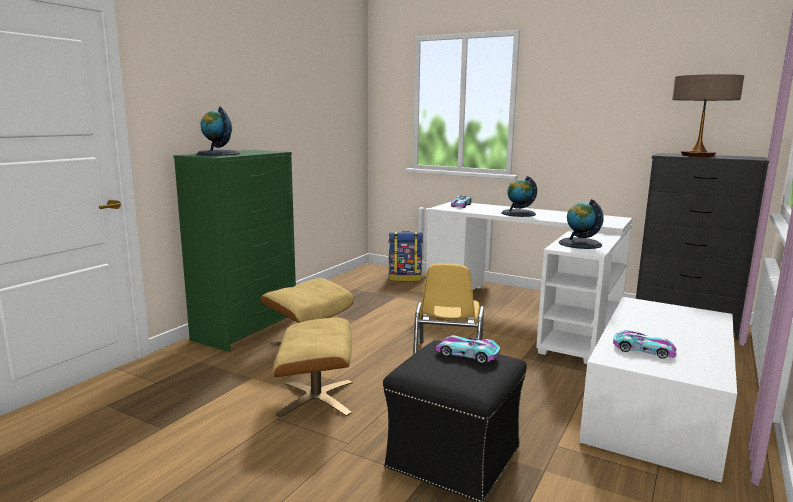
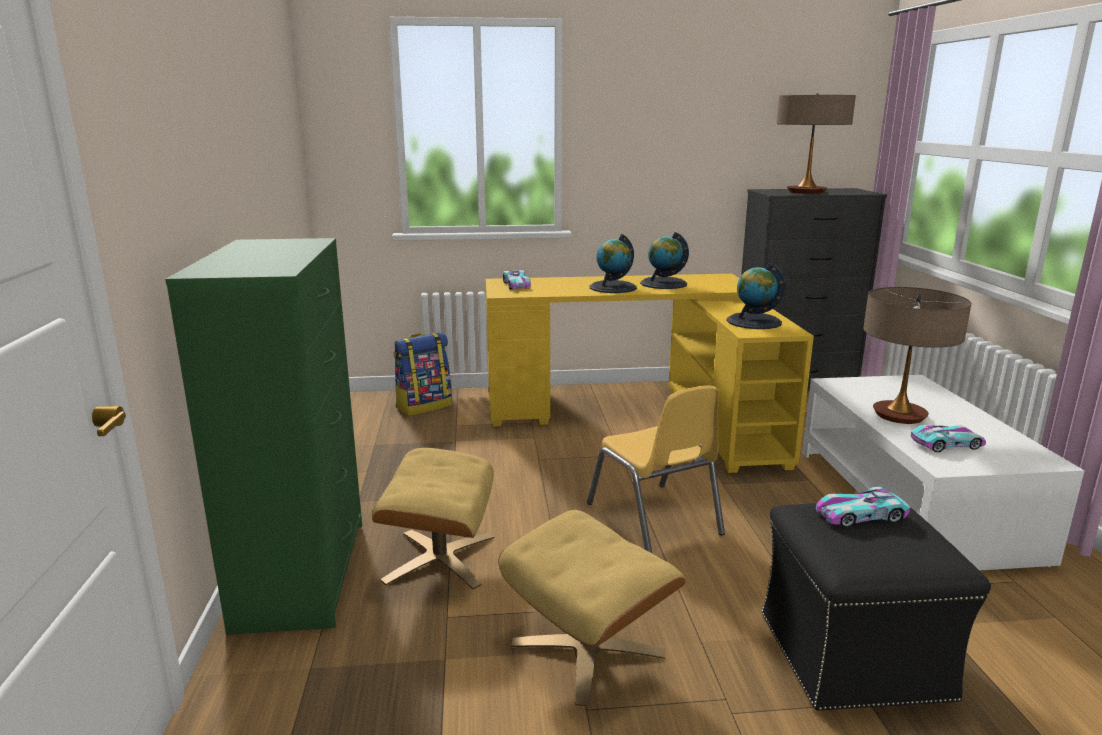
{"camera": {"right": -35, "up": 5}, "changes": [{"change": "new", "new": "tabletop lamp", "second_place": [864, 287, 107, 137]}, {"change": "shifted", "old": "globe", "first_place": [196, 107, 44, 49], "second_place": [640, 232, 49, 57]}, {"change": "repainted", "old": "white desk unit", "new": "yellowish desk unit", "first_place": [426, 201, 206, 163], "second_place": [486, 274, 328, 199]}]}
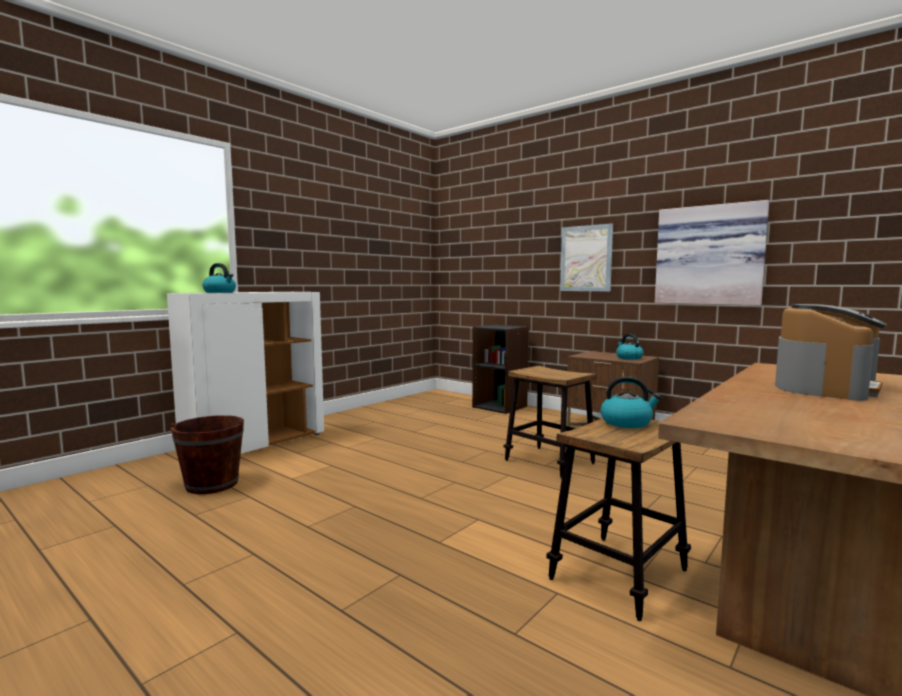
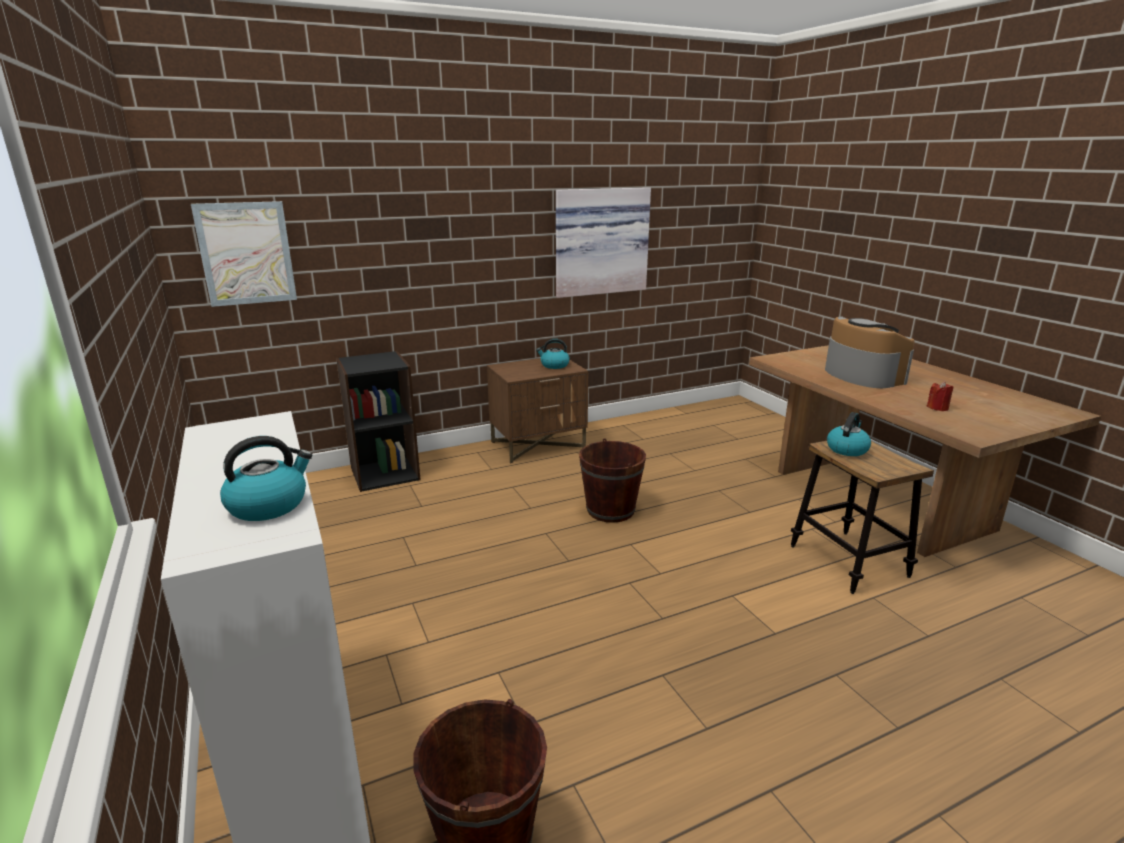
{"camera": {"right": -65, "up": 15}, "changes": [{"change": "new", "new": "red wax light", "second_place": [926, 382, 27, 29]}, {"change": "shifted", "old": "wall picture", "first_place": [560, 224, 53, 67], "second_place": [191, 201, 106, 106]}, {"change": "swapped", "old": "stool seat", "new": "brown-coloured water bucket", "first_place": [503, 366, 94, 113], "second_place": [579, 438, 67, 85]}]}
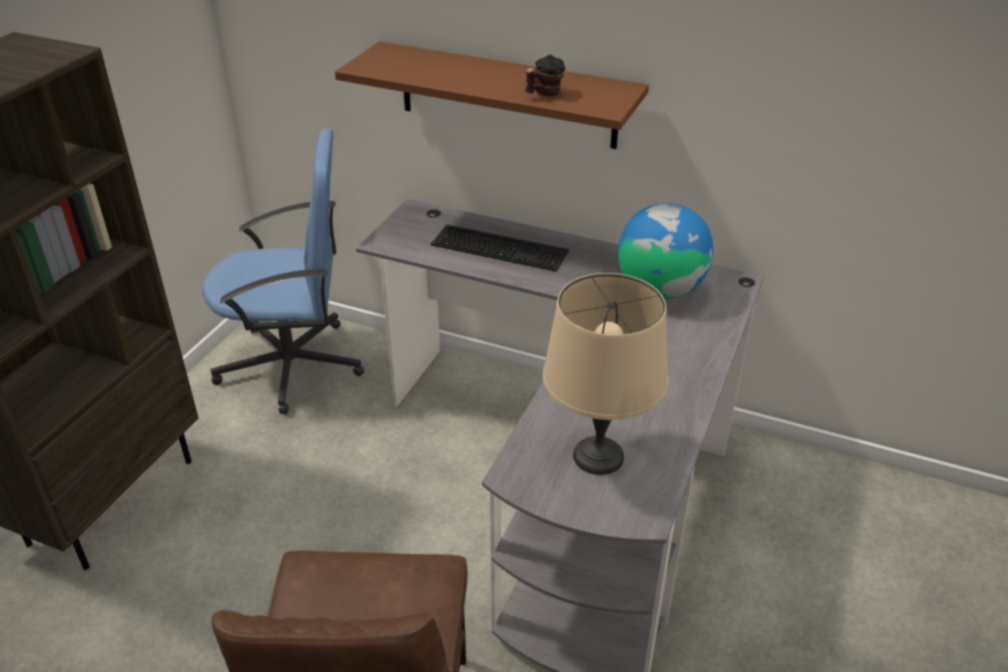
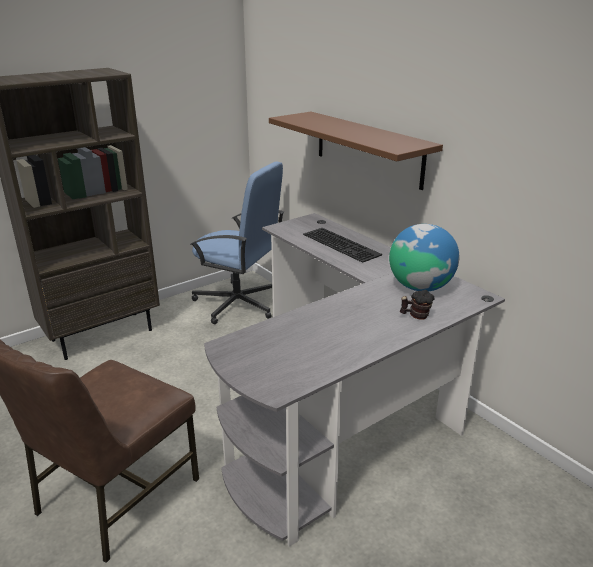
{"camera": {"right": 30, "up": -10}, "changes": [{"change": "gone", "old": "beige tabletop lamp", "first_place": [543, 273, 125, 202]}, {"change": "shifted", "old": "mug", "first_place": [525, 55, 40, 41], "second_place": [400, 290, 35, 30]}]}
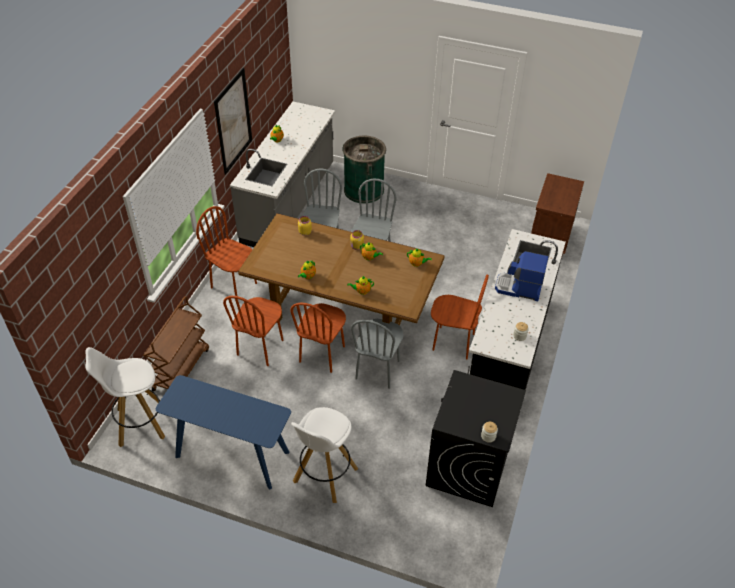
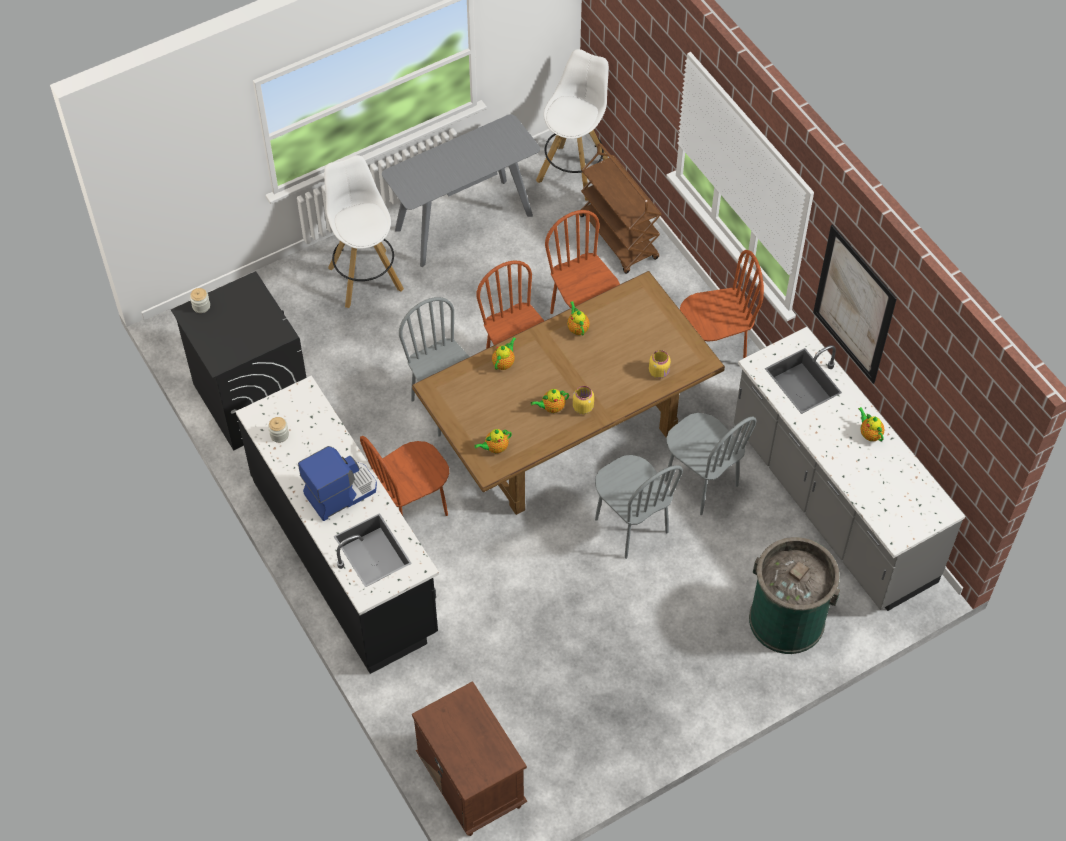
{"camera": {"right": 130, "up": 10}, "changes": [{"change": "repainted", "old": "blue hall table", "new": "grey hall table", "first_place": [156, 375, 135, 114], "second_place": [382, 114, 158, 153]}]}
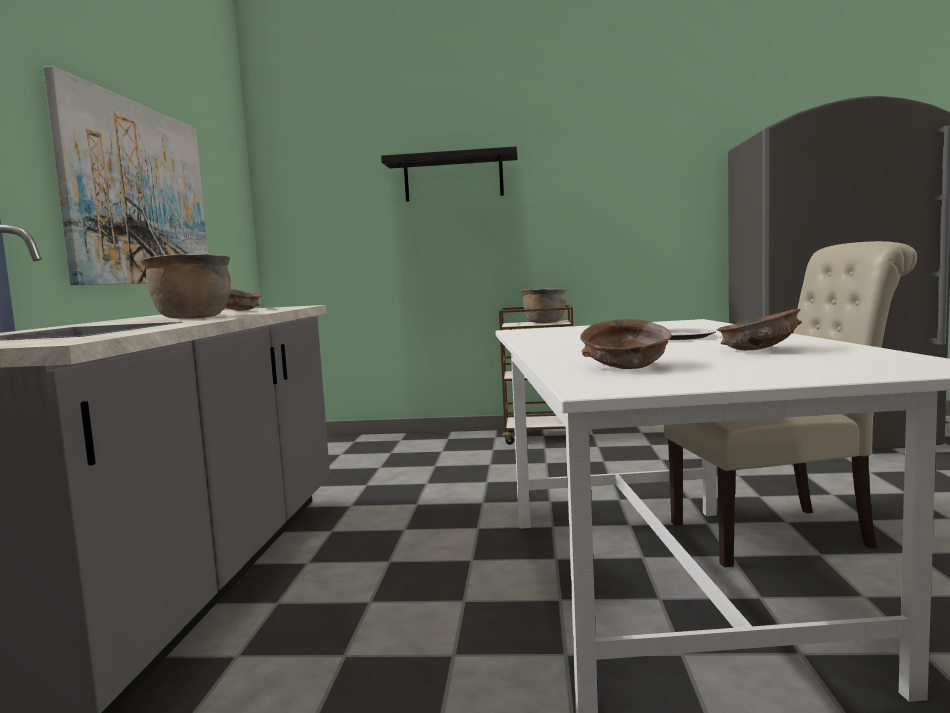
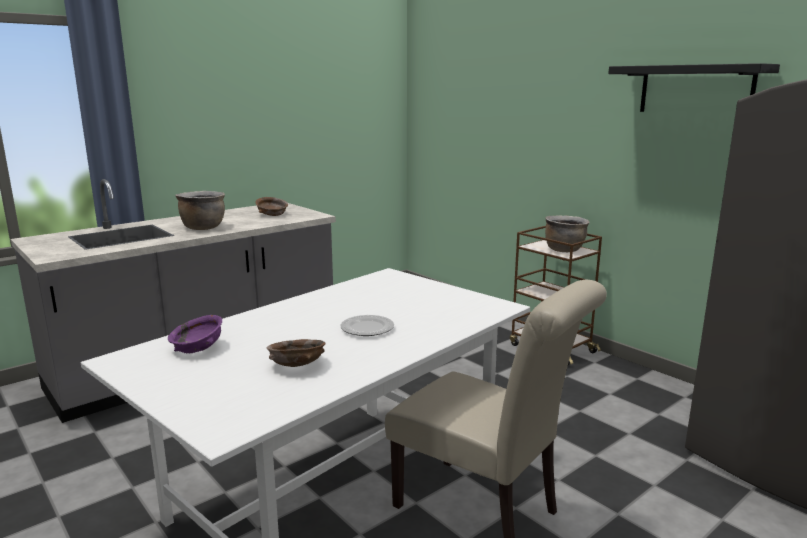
{"camera": {"right": 45, "up": 10}, "changes": [{"change": "gone", "old": "wall picture", "first_place": [43, 66, 165, 219]}, {"change": "shifted", "old": "black wall shelf", "first_place": [381, 146, 136, 56], "second_place": [608, 63, 172, 49]}, {"change": "repainted", "old": "brown-coloured deep dish", "new": "purplish deep dish", "first_place": [580, 319, 92, 50], "second_place": [168, 315, 54, 38]}]}
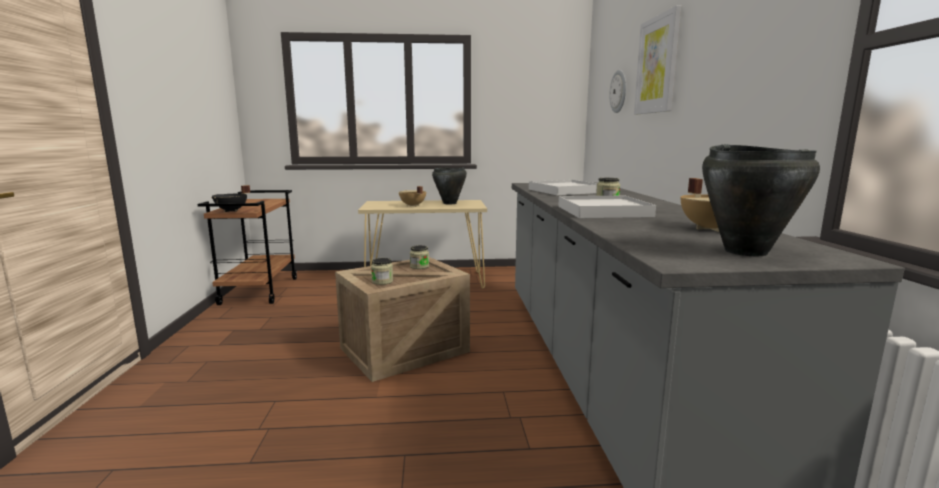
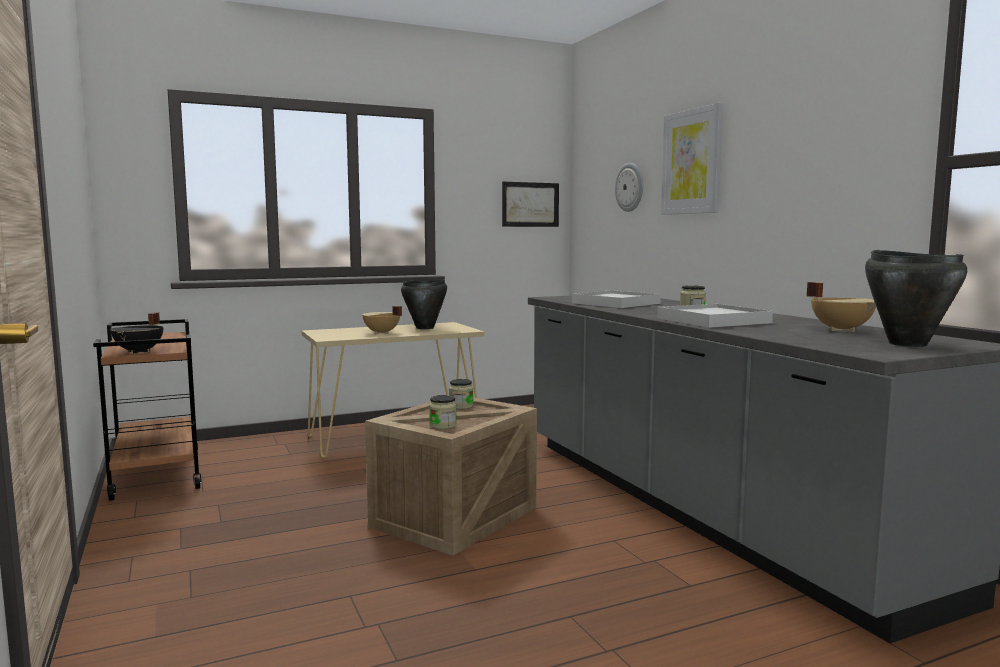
{"camera": {"right": -20, "up": -5}, "changes": [{"change": "new", "new": "wall picture", "second_place": [502, 182, 57, 45]}]}
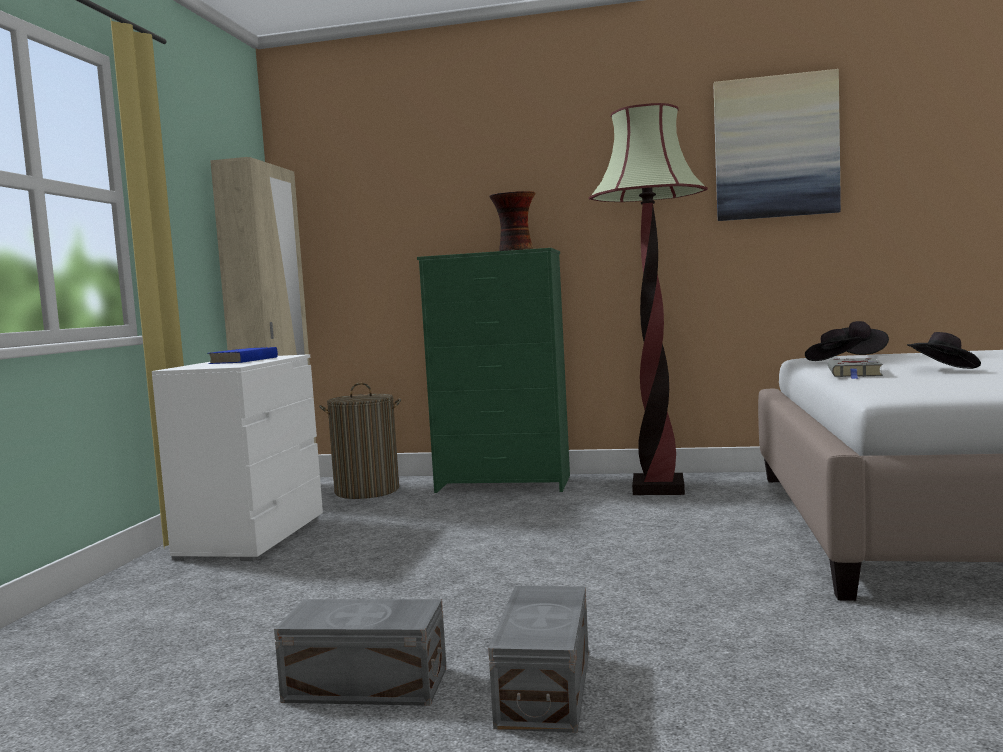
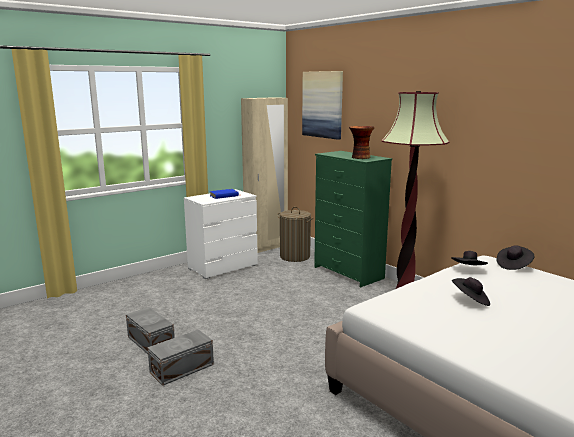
{"camera": {"right": 40, "up": 10}, "changes": [{"change": "gone", "old": "grey book", "first_place": [828, 358, 55, 21]}, {"change": "shifted", "old": "wall picture", "first_place": [714, 69, 127, 152], "second_place": [302, 71, 41, 69]}]}
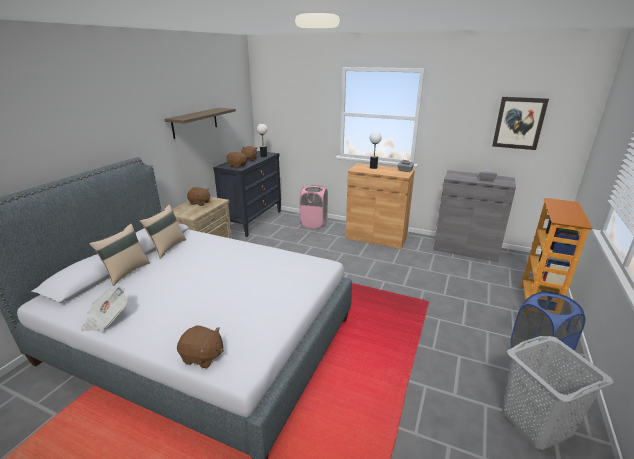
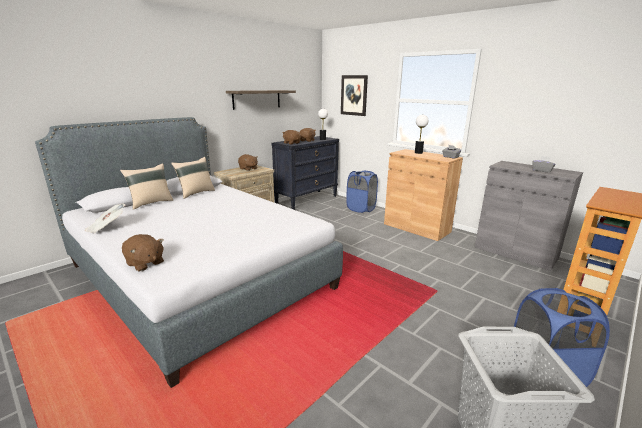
{"camera": {"right": 20, "up": -5}, "changes": [{"change": "shifted", "old": "wall picture", "first_place": [492, 97, 57, 53], "second_place": [341, 75, 27, 41]}, {"change": "repainted", "old": "pink-coloured laundry basket", "new": "blue laundry basket", "first_place": [300, 185, 28, 44], "second_place": [346, 171, 32, 42]}]}
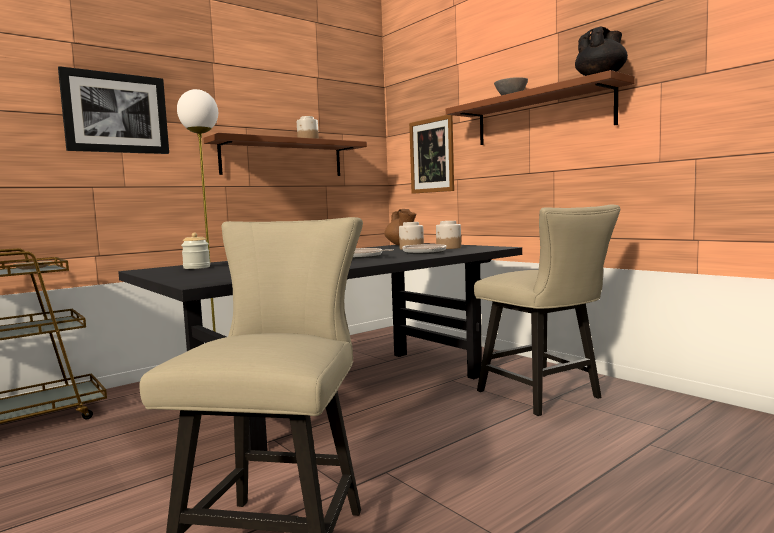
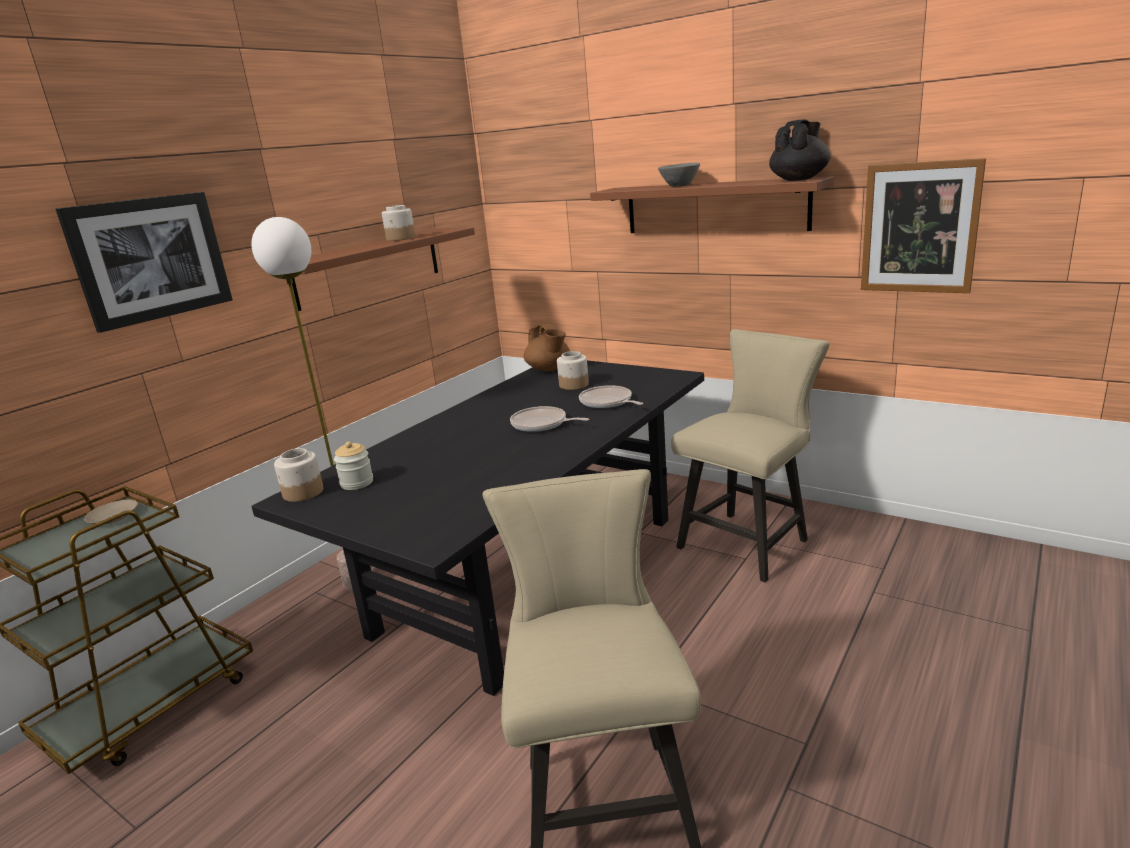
{"camera": {"right": -15, "up": 15}, "changes": [{"change": "shifted", "old": "wall picture", "first_place": [409, 115, 45, 79], "second_place": [861, 158, 125, 135]}, {"change": "shifted", "old": "storage jar", "first_place": [436, 221, 25, 28], "second_place": [274, 448, 50, 54]}, {"change": "rotated", "old": "beige plain chair", "first_place": [474, 205, 146, 211], "second_place": [671, 329, 158, 254], "degrees": -90}]}
